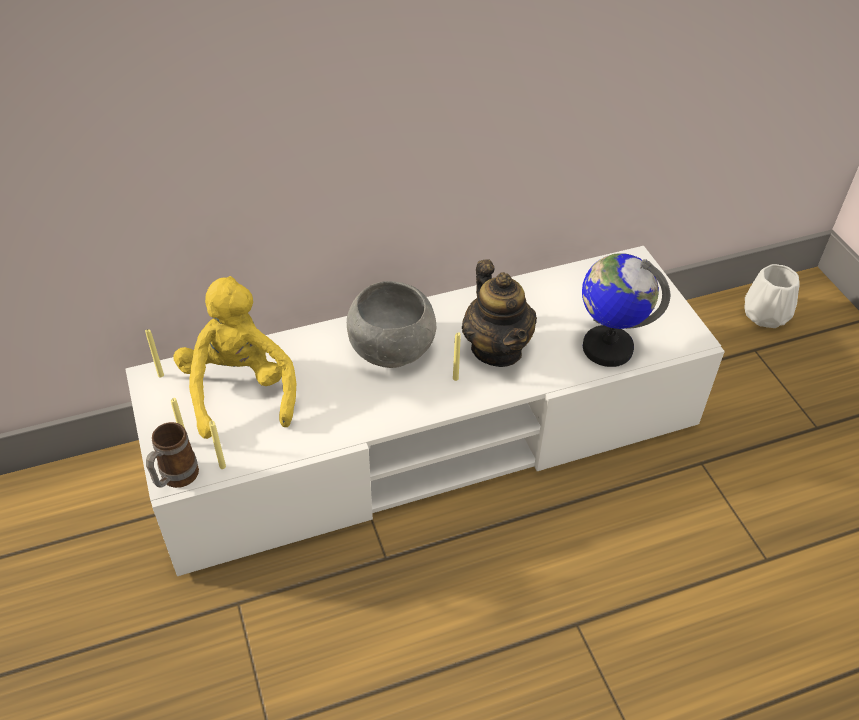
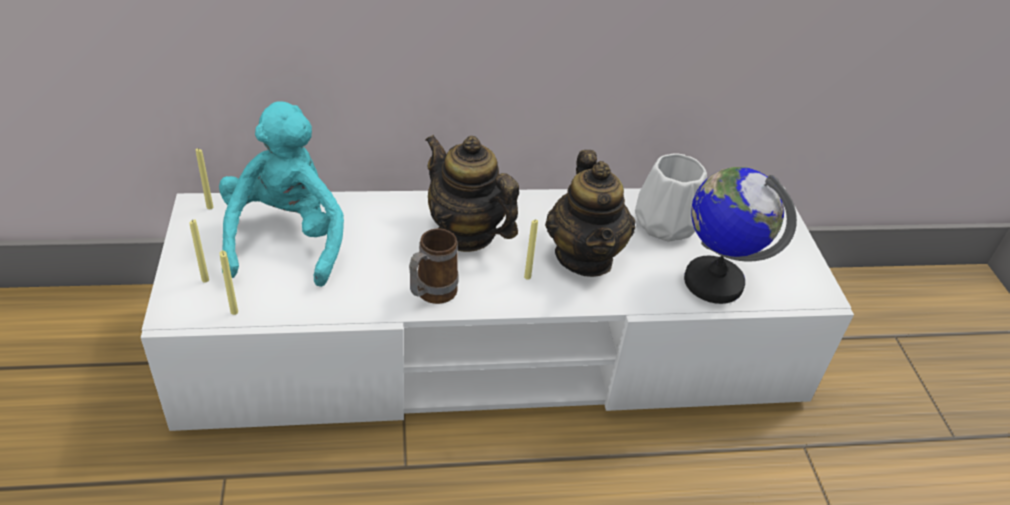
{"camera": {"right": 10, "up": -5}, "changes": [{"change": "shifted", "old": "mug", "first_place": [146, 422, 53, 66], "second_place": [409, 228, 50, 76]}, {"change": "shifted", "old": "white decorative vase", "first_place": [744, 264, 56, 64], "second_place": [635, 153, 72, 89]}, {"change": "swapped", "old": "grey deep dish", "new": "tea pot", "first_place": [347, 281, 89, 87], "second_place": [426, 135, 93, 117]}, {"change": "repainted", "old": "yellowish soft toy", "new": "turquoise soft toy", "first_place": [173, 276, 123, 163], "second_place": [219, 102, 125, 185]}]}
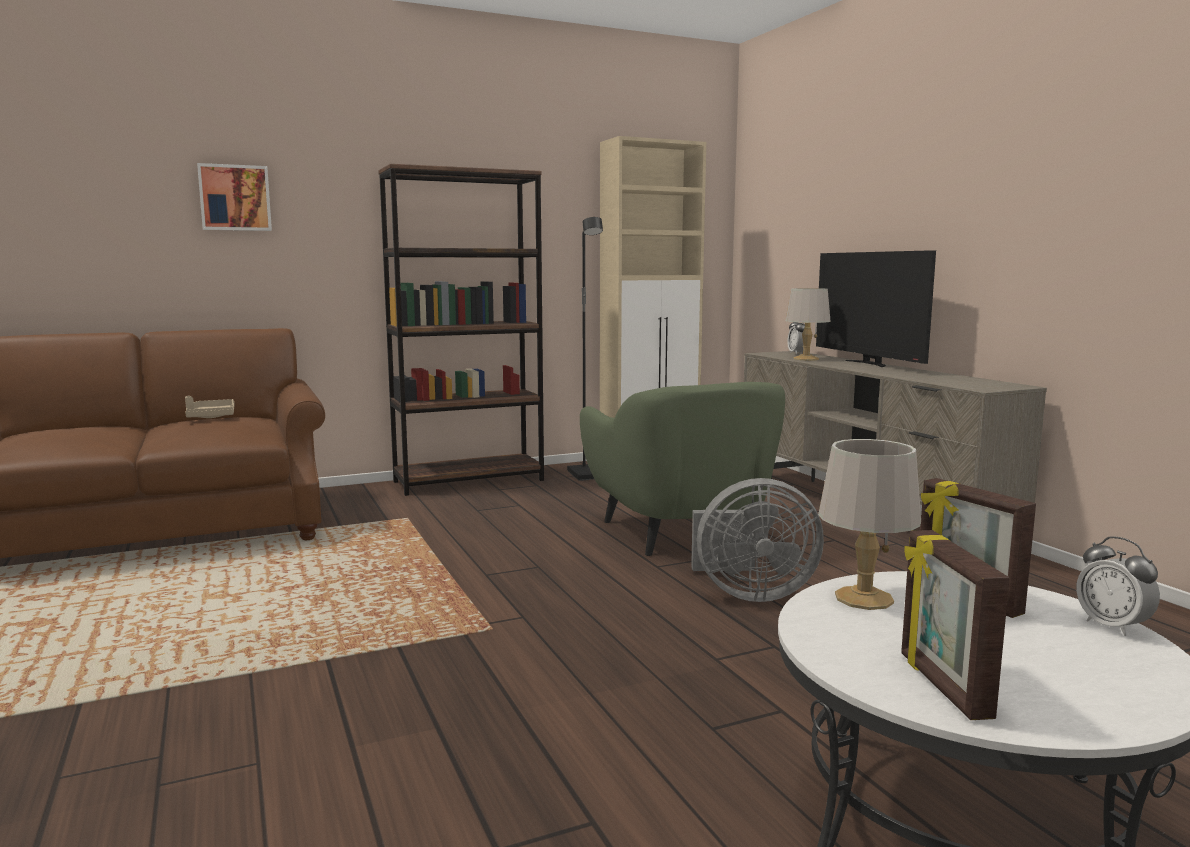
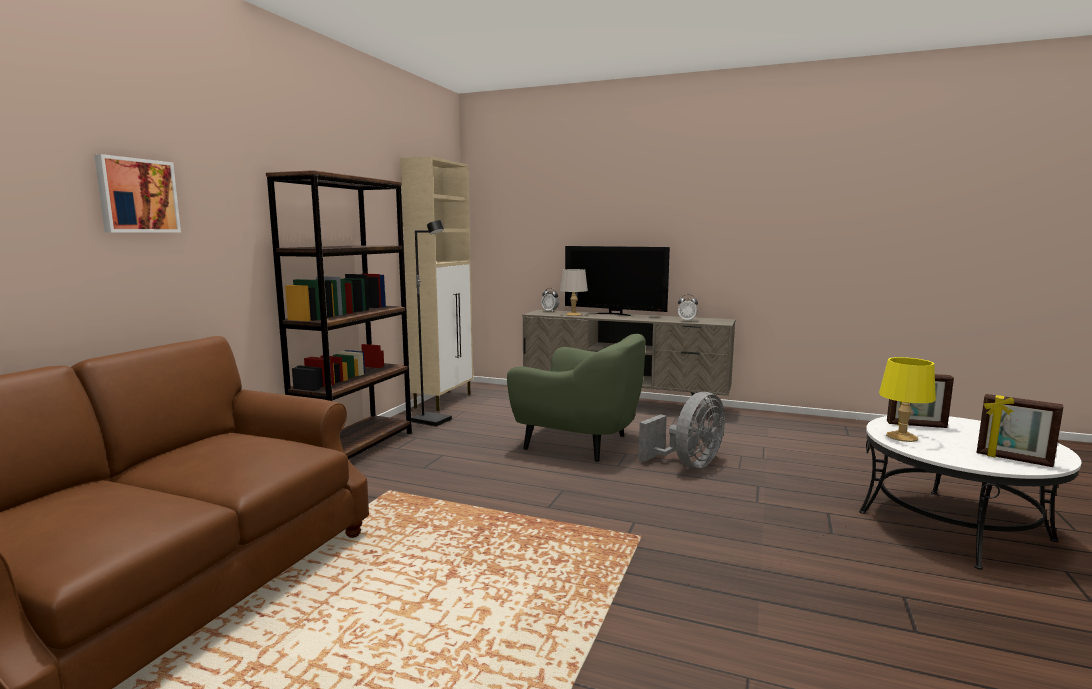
{"camera": {"right": -45, "up": 0}, "changes": [{"change": "gone", "old": "beige serving tray", "first_place": [185, 396, 49, 22]}, {"change": "shifted", "old": "bedside clock", "first_place": [1076, 536, 84, 100], "second_place": [678, 294, 20, 28]}, {"change": "repainted", "old": "grey tabletop lamp", "new": "yellowish tabletop lamp", "first_place": [818, 439, 103, 171], "second_place": [879, 357, 57, 85]}]}
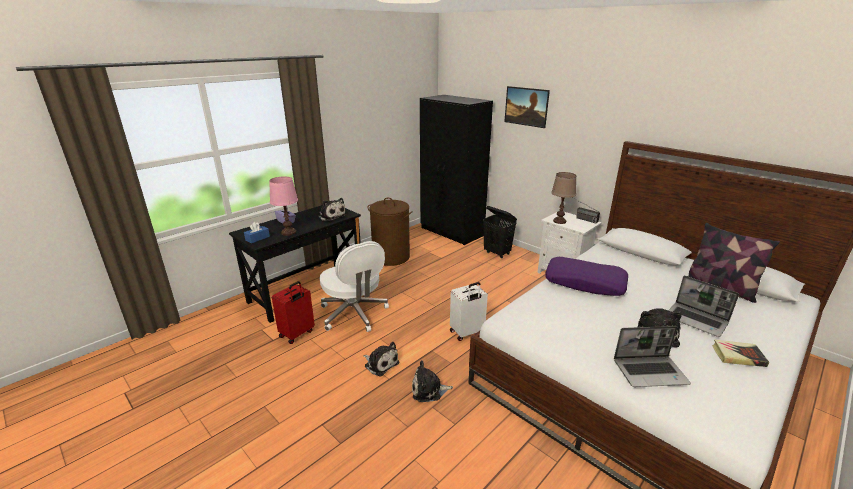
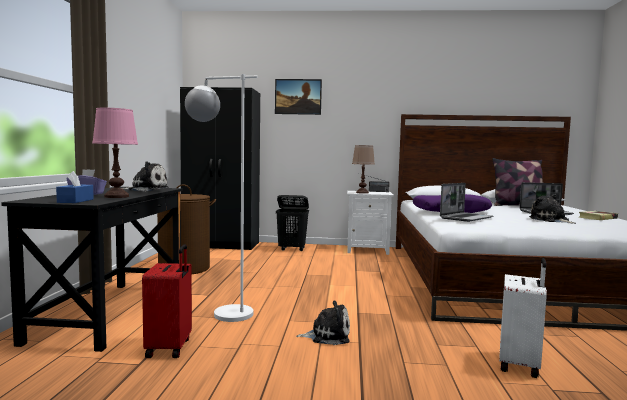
{"camera": {"right": -40, "up": -20}, "changes": [{"change": "gone", "old": "soft toy", "first_place": [412, 360, 41, 42]}, {"change": "shifted", "old": "white travel case", "first_place": [450, 282, 38, 59], "second_place": [499, 258, 48, 120]}, {"change": "shifted", "old": "portable computer", "first_place": [614, 326, 77, 61], "second_place": [440, 183, 53, 39]}, {"change": "swapped", "old": "white office chair", "new": "white standing lamp", "first_place": [320, 241, 69, 91], "second_place": [185, 74, 73, 248]}]}
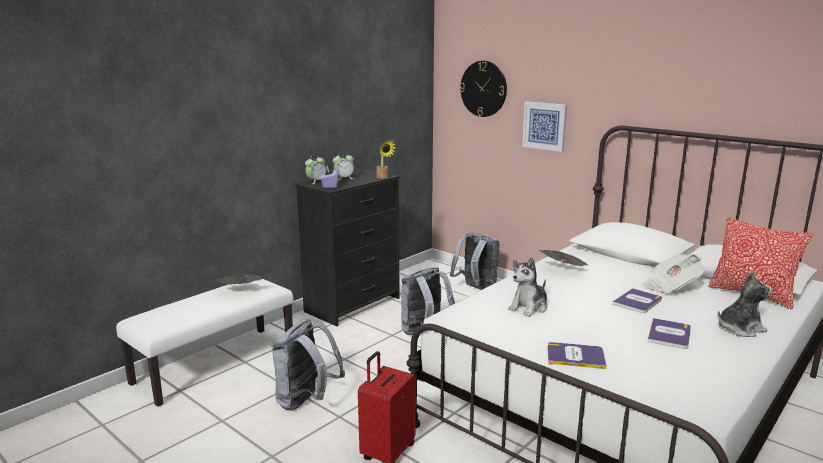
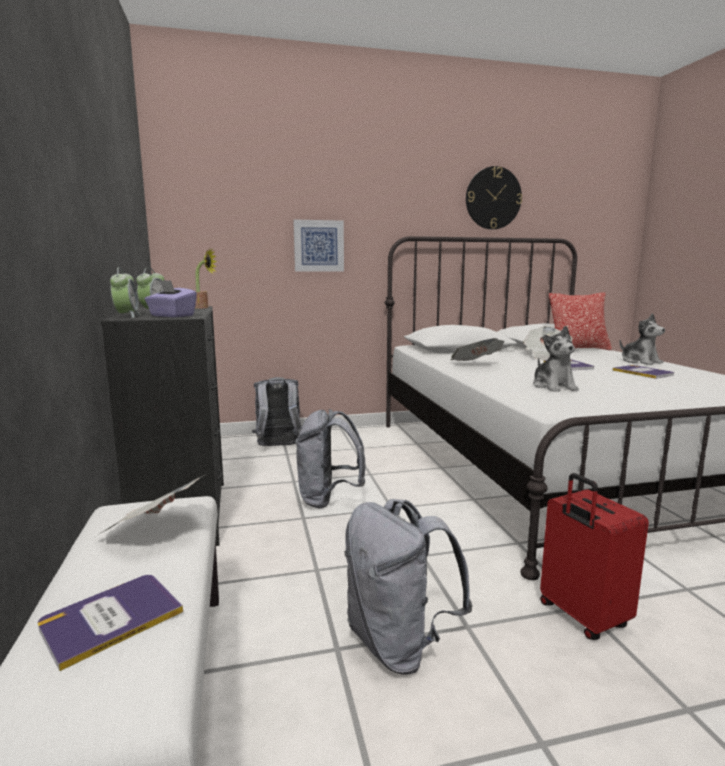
{"camera": {"right": -55, "up": -5}, "changes": [{"change": "shifted", "old": "clock on the wall", "first_place": [460, 61, 47, 56], "second_place": [466, 166, 56, 63]}, {"change": "shifted", "old": "book", "first_place": [548, 342, 59, 27], "second_place": [38, 575, 145, 96]}, {"change": "rotated", "old": "soft toy", "first_place": [718, 271, 54, 66], "second_place": [620, 313, 45, 52], "degrees": 135}]}
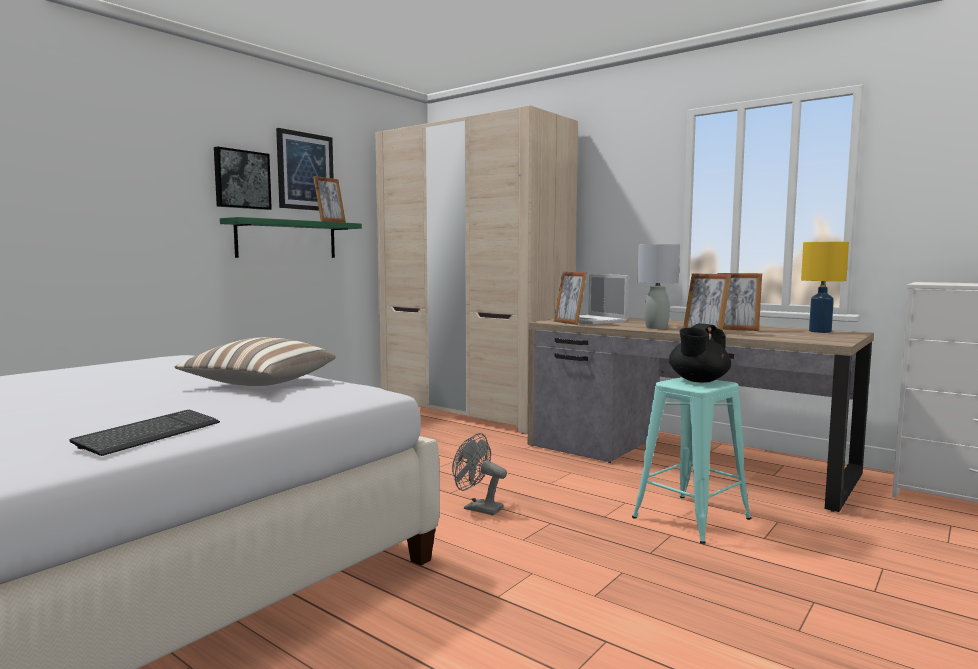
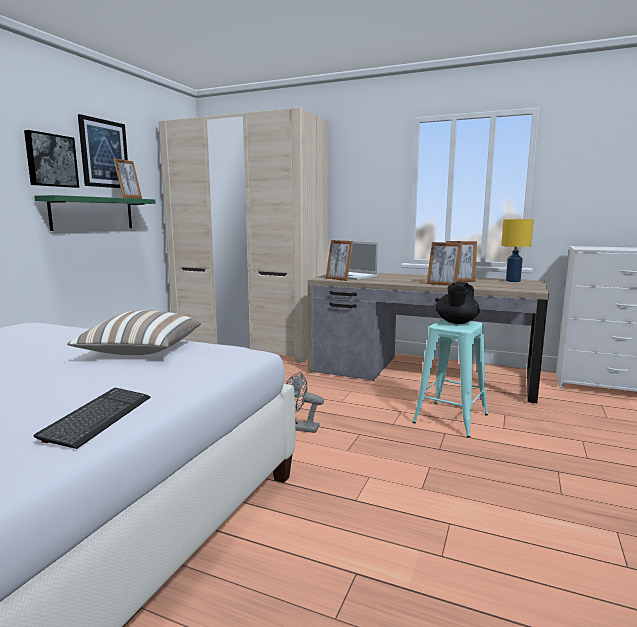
{"camera": {"right": -15, "up": 5}, "changes": [{"change": "gone", "old": "grey tabletop lamp", "first_place": [637, 244, 43, 85]}]}
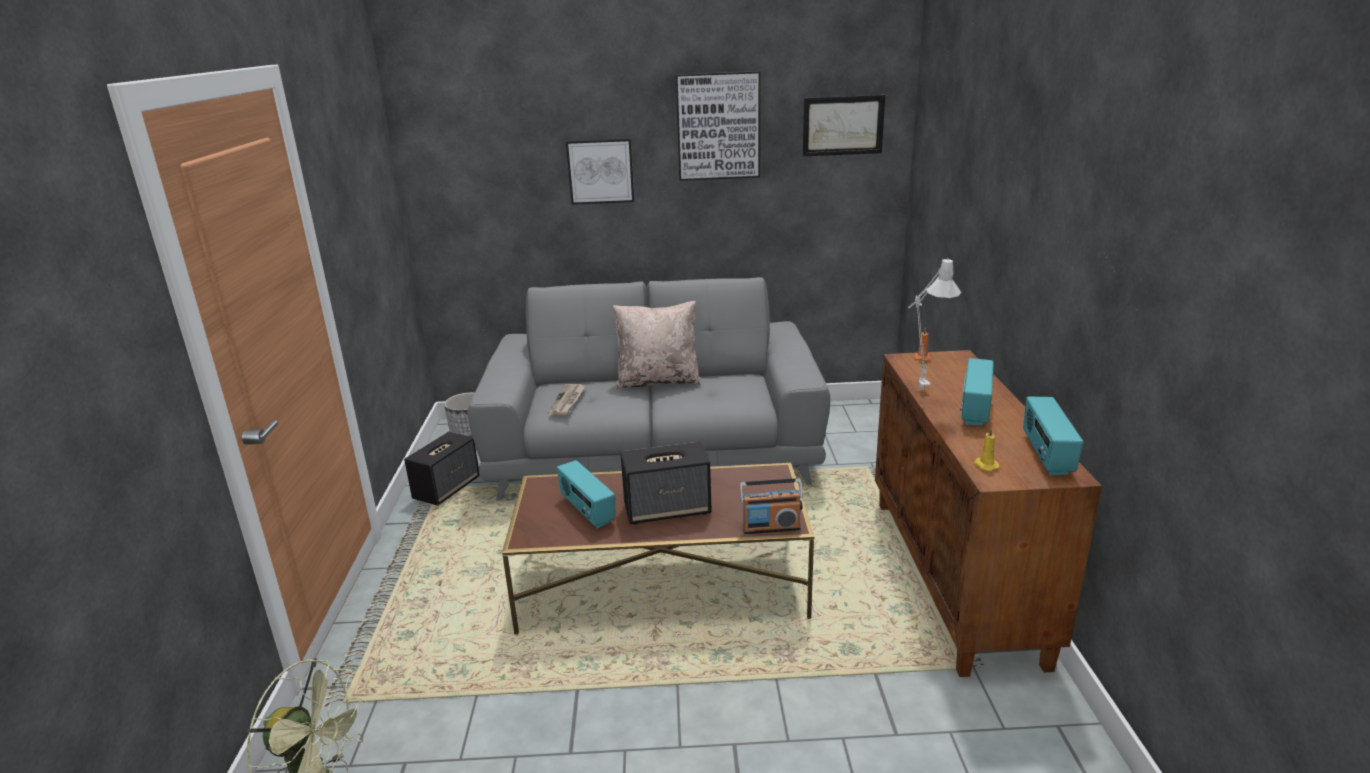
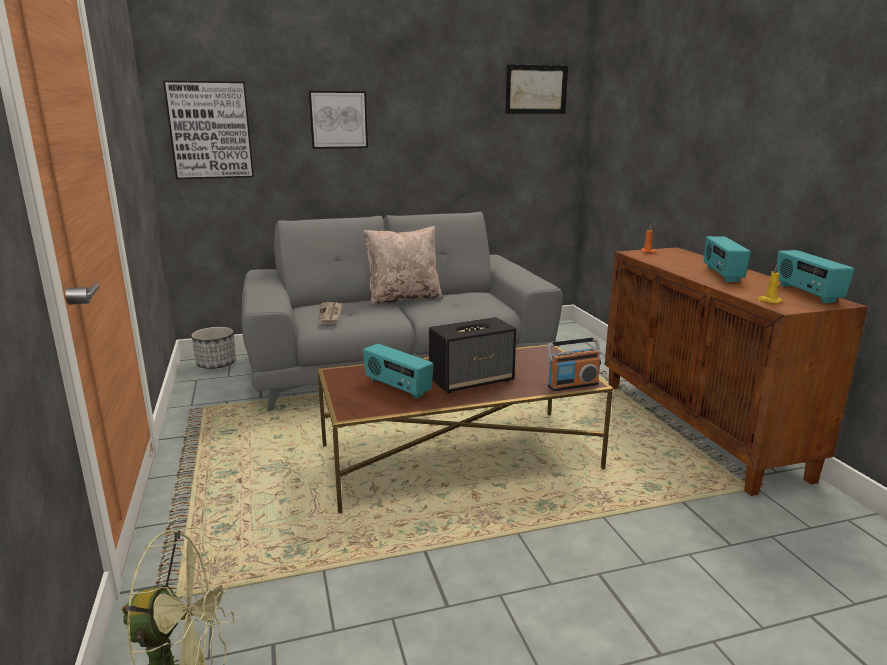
{"camera": {"right": -15, "up": -5}, "changes": [{"change": "gone", "old": "audio speaker", "first_place": [404, 432, 76, 74]}, {"change": "gone", "old": "grey tabletop lamp", "first_place": [908, 258, 53, 131]}, {"change": "shifted", "old": "wall picture", "first_place": [676, 71, 84, 110], "second_place": [163, 81, 91, 98]}]}
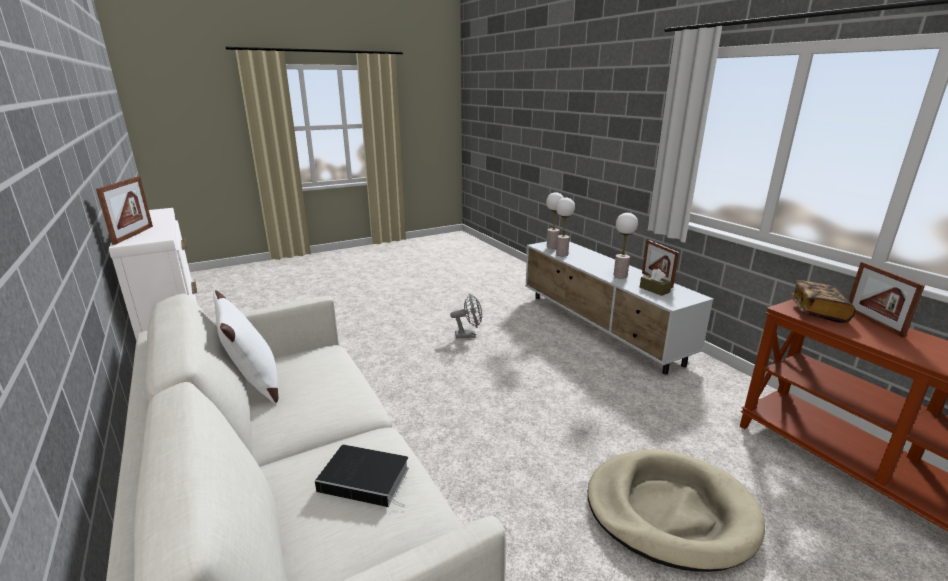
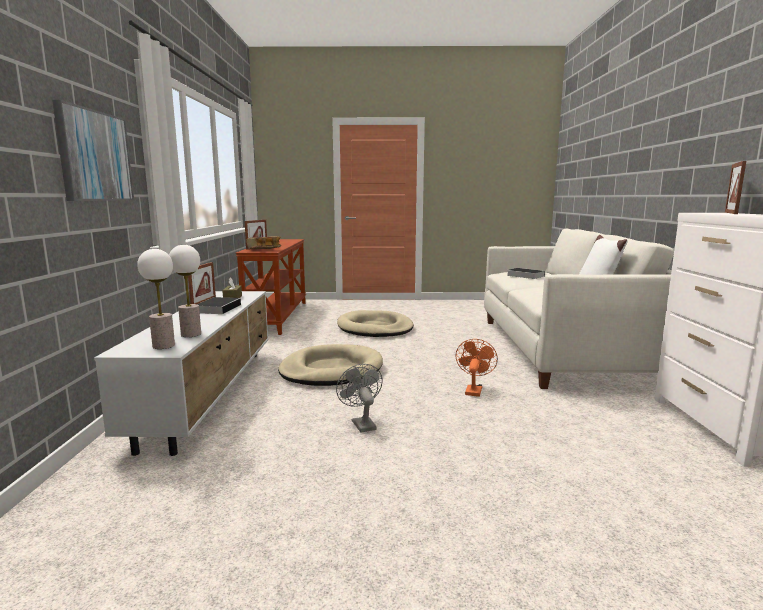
{"camera": {"right": -150, "up": -10}, "changes": [{"change": "new", "new": "wall picture", "second_place": [52, 100, 82, 101]}, {"change": "new", "new": "beige dog cushion", "second_place": [278, 344, 105, 42]}, {"change": "new", "new": "orange-coloured electric fan", "second_place": [455, 339, 43, 58]}, {"change": "swapped", "old": "tabletop lamp", "new": "book", "first_place": [614, 213, 24, 66], "second_place": [197, 297, 44, 17]}, {"change": "rotated", "old": "grey electric fan", "first_place": [450, 294, 32, 44], "second_place": [336, 364, 47, 69], "degrees": 45}]}
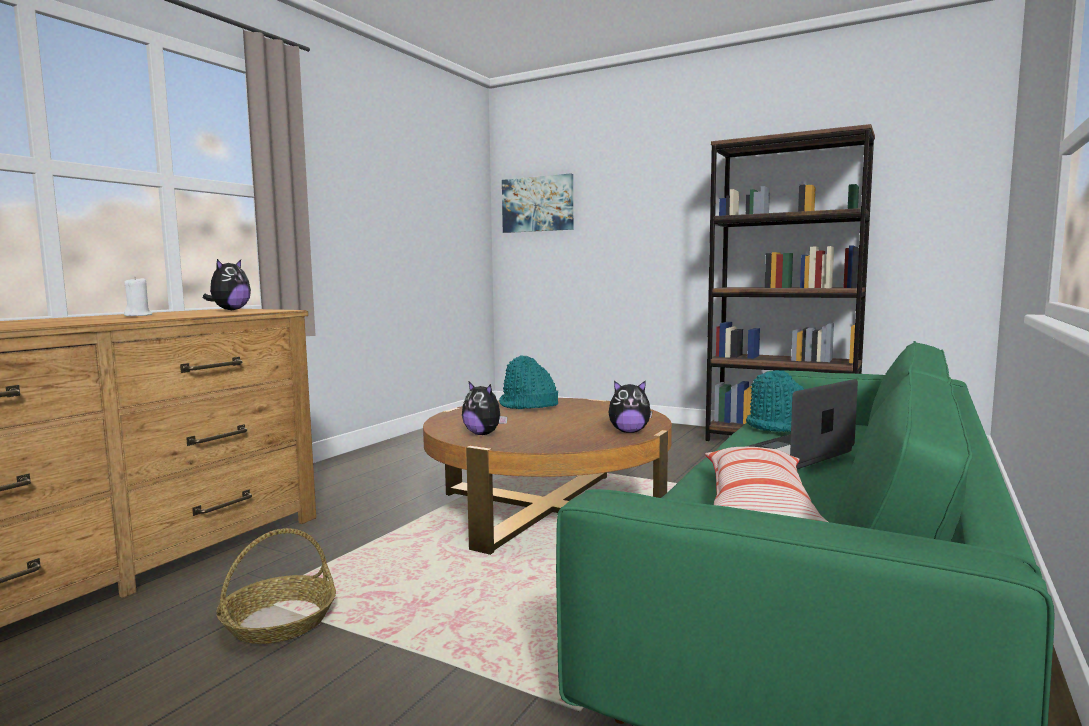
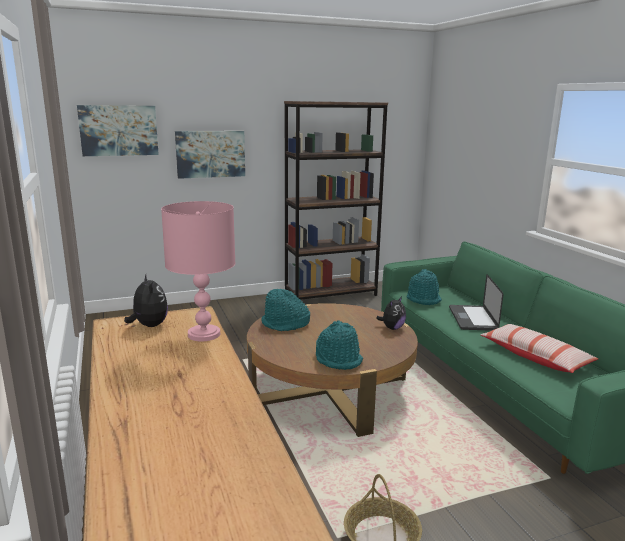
{"camera": {"right": -50, "up": 10}, "changes": [{"change": "gone", "old": "white wax light", "first_place": [124, 276, 28, 40]}, {"change": "new", "new": "pink-coloured tabletop lamp", "second_place": [161, 201, 75, 140]}, {"change": "new", "new": "wall picture", "second_place": [175, 131, 70, 48]}, {"change": "swapped", "old": "soft toy", "new": "turquoise hat", "first_place": [462, 382, 46, 53], "second_place": [316, 320, 47, 50]}]}
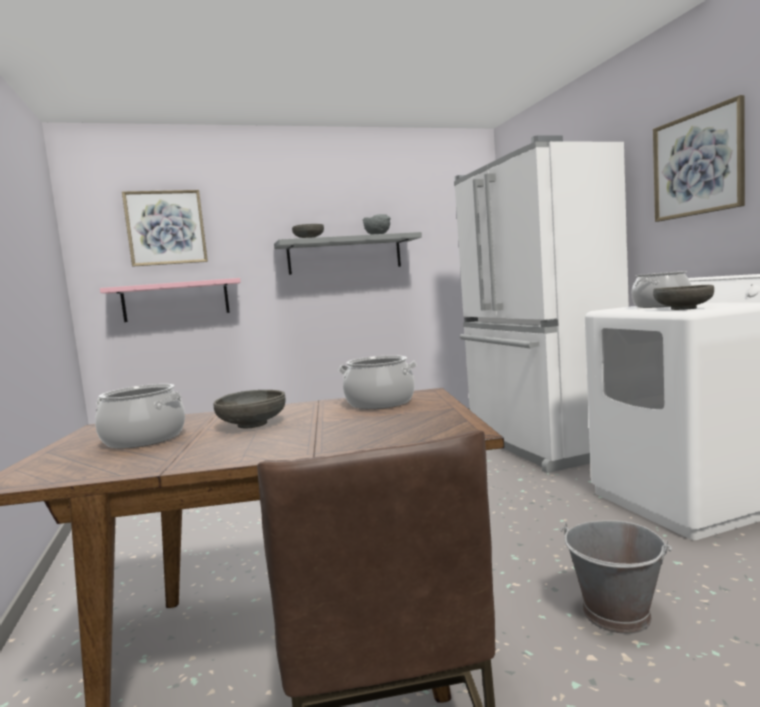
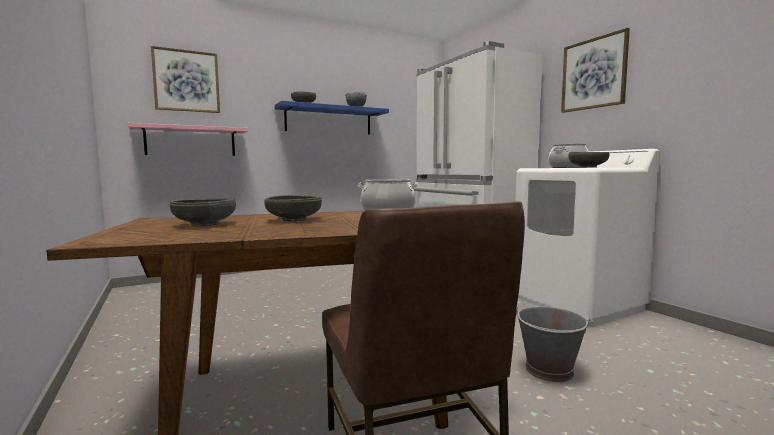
{"camera": {"right": -10, "up": 0}, "changes": [{"change": "swapped", "old": "cooking pot", "new": "grey deep dish", "first_place": [95, 384, 90, 65], "second_place": [170, 199, 66, 27]}, {"change": "repainted", "old": "grey wall shelf", "new": "blue wall shelf", "first_place": [274, 232, 148, 43], "second_place": [275, 101, 114, 33]}]}
